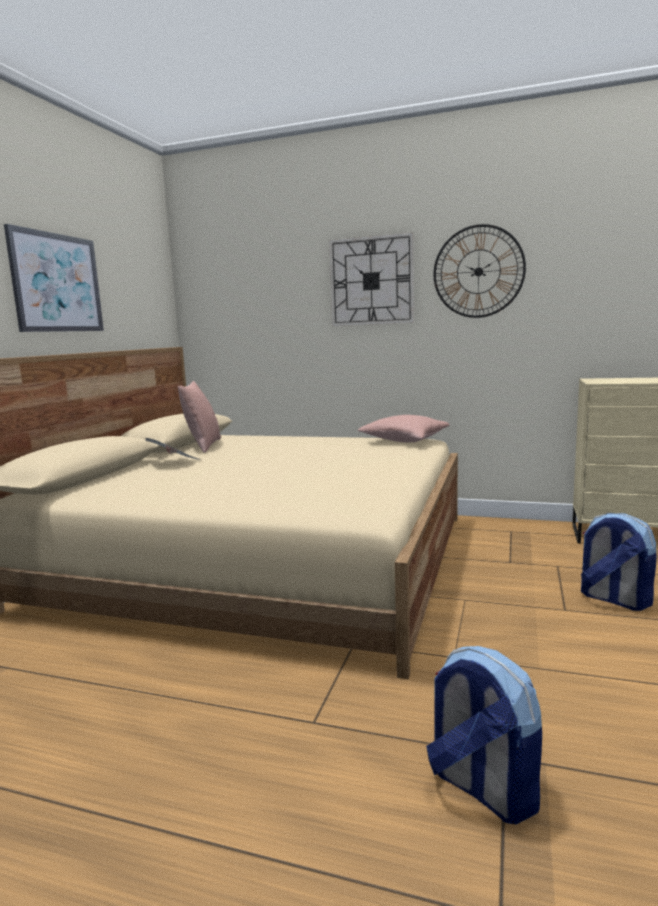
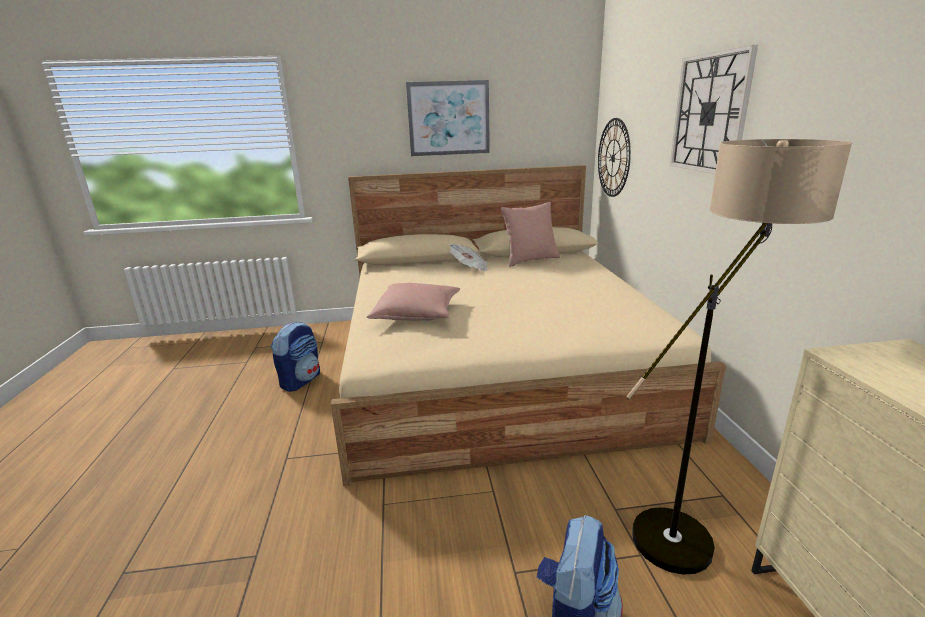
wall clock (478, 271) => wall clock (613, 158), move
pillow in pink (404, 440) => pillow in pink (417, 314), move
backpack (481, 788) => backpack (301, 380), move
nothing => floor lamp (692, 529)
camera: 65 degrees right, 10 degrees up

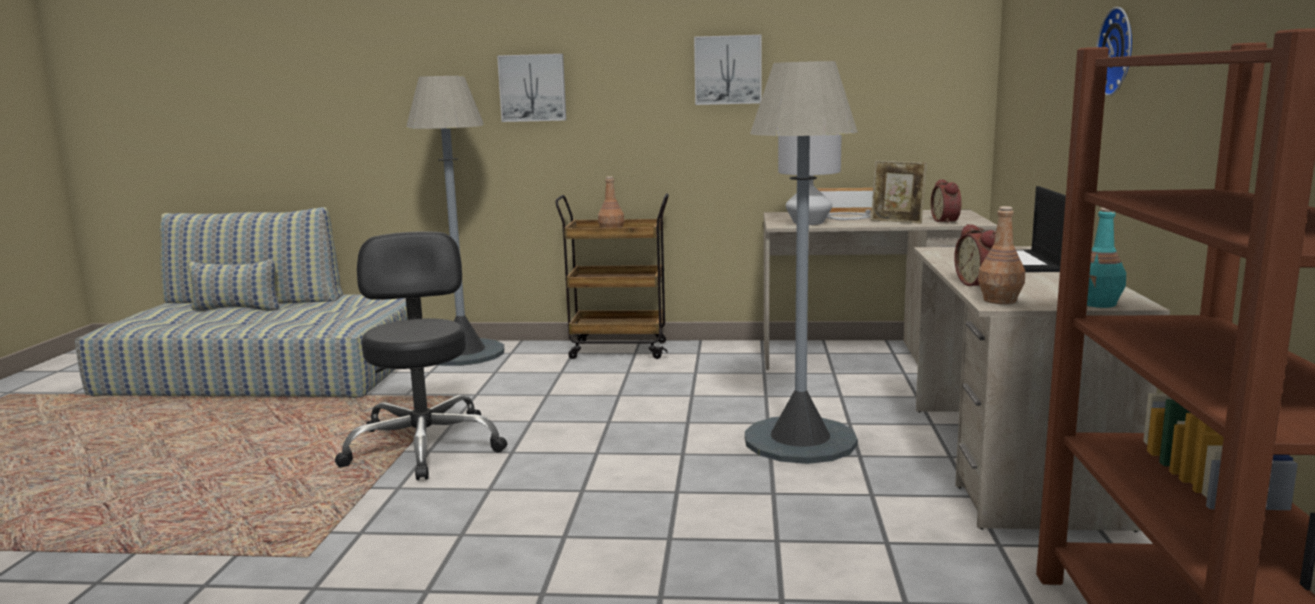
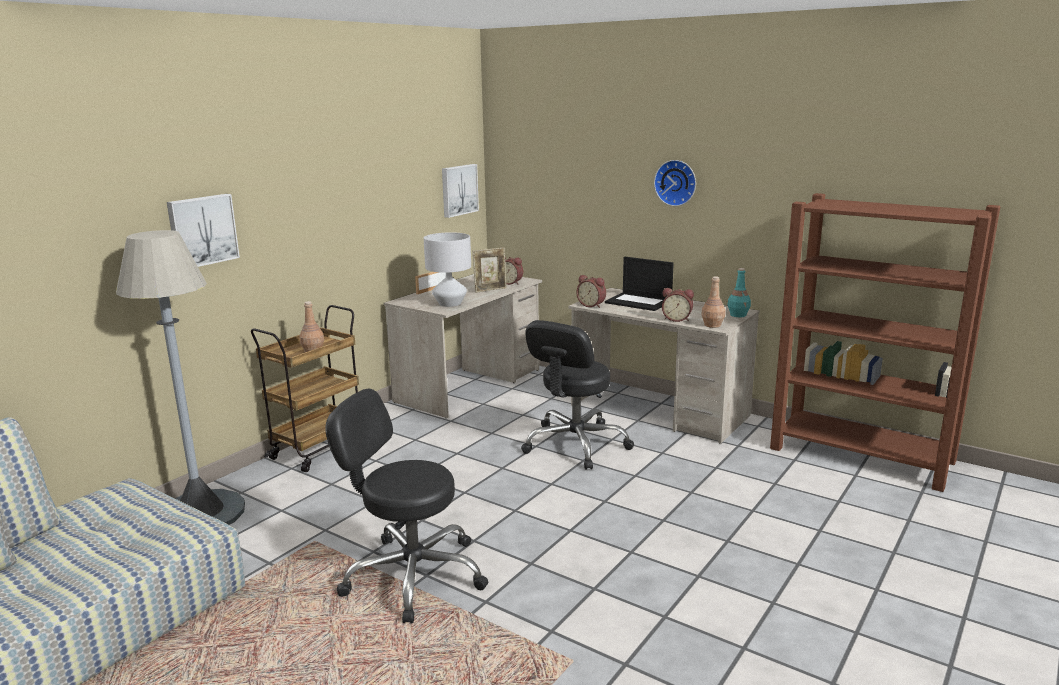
picture (728, 70) => picture (458, 190), move
floor lamp in grey (799, 441) => office chair in black (573, 446)
nothing => alarm clock (592, 305)
camera: 60 degrees left, 5 degrees up

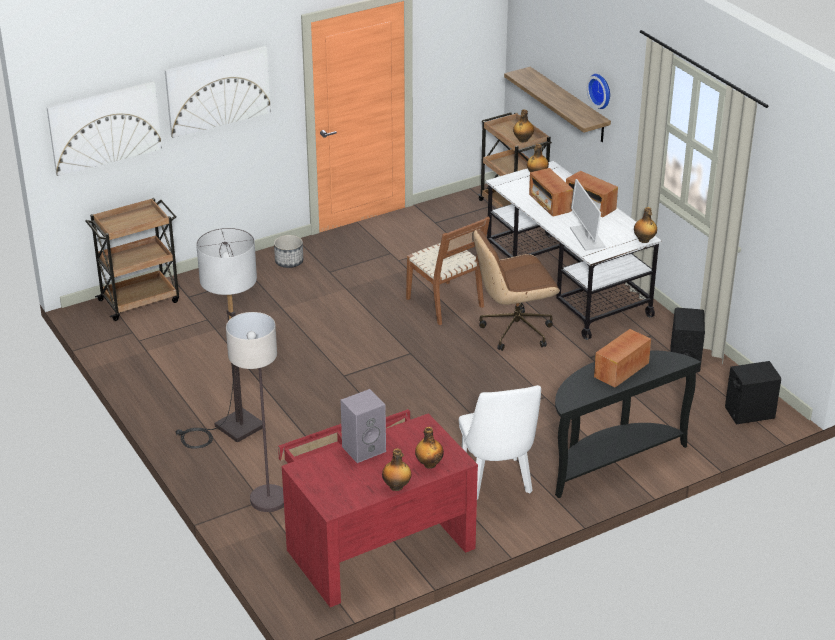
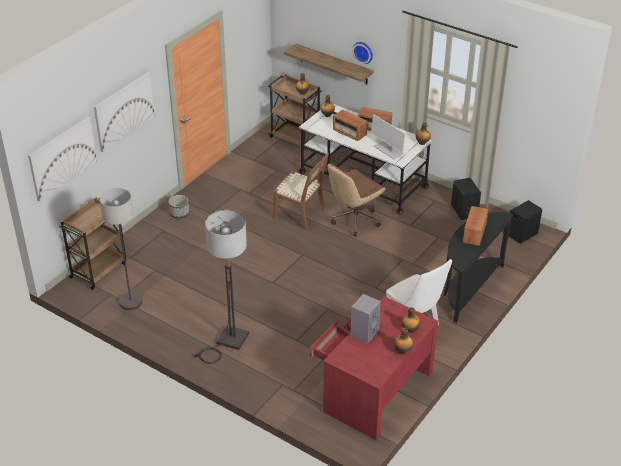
floor lamp in grey (265, 507) => floor lamp in grey (131, 307), move
camera: 25 degrees left, 5 degrees up

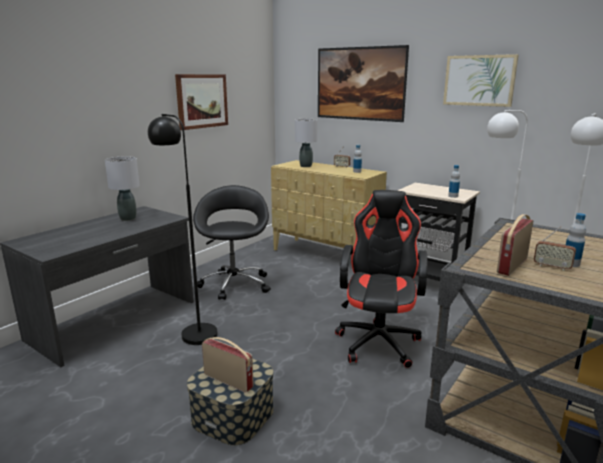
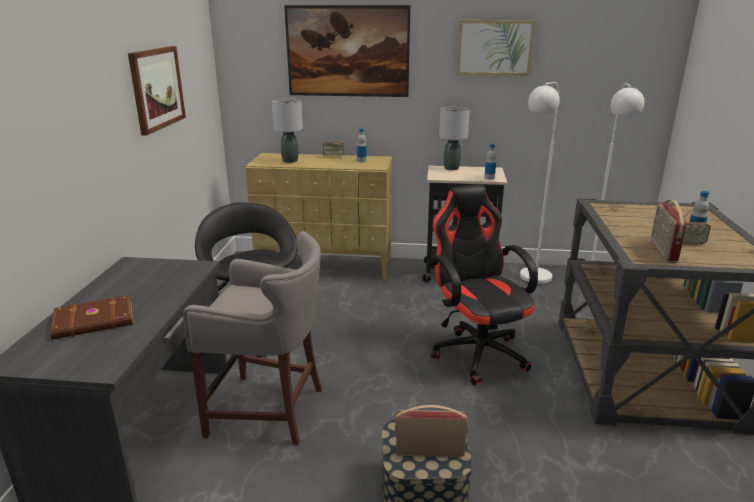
floor lamp in black (192, 332) => stool in grey (270, 410)
table lamp in grey (128, 218) => table lamp in grey (451, 168), move
nothing => book in brown (94, 321)
camera: 30 degrees left, 5 degrees up

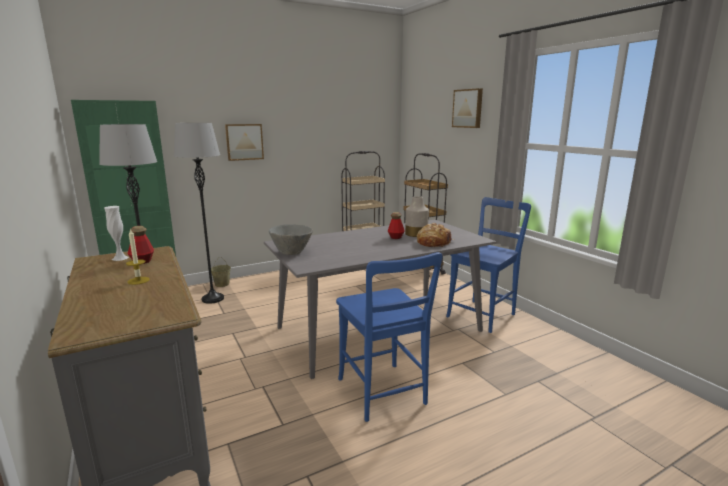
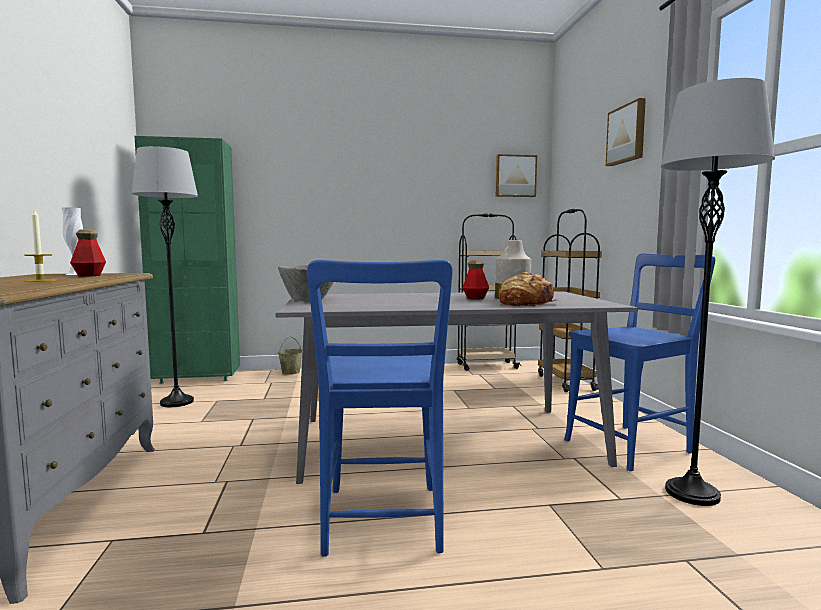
floor lamp in grey (213, 299) => floor lamp in grey (692, 493), move
picture (244, 142) => picture (515, 176), move
camera: 20 degrees right, 10 degrees down

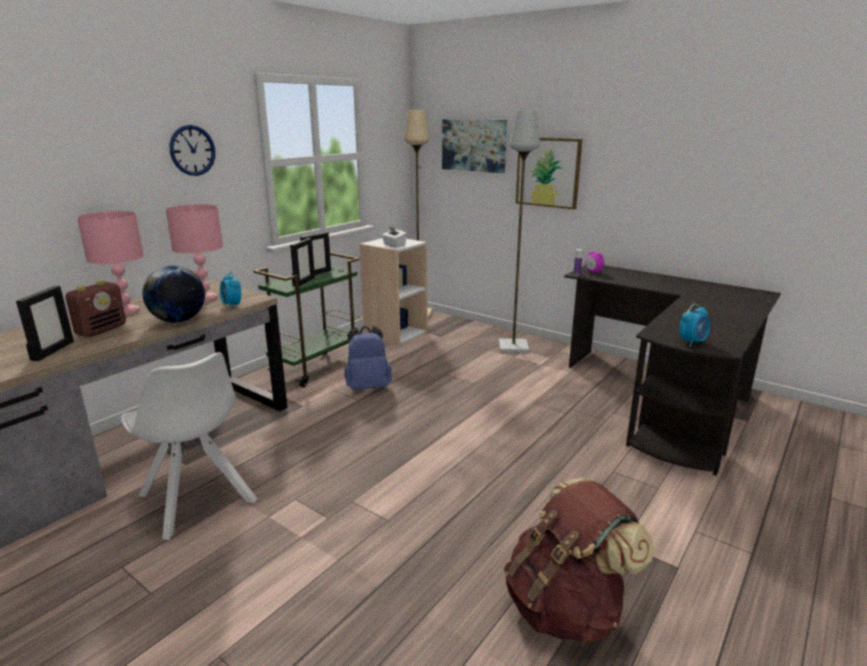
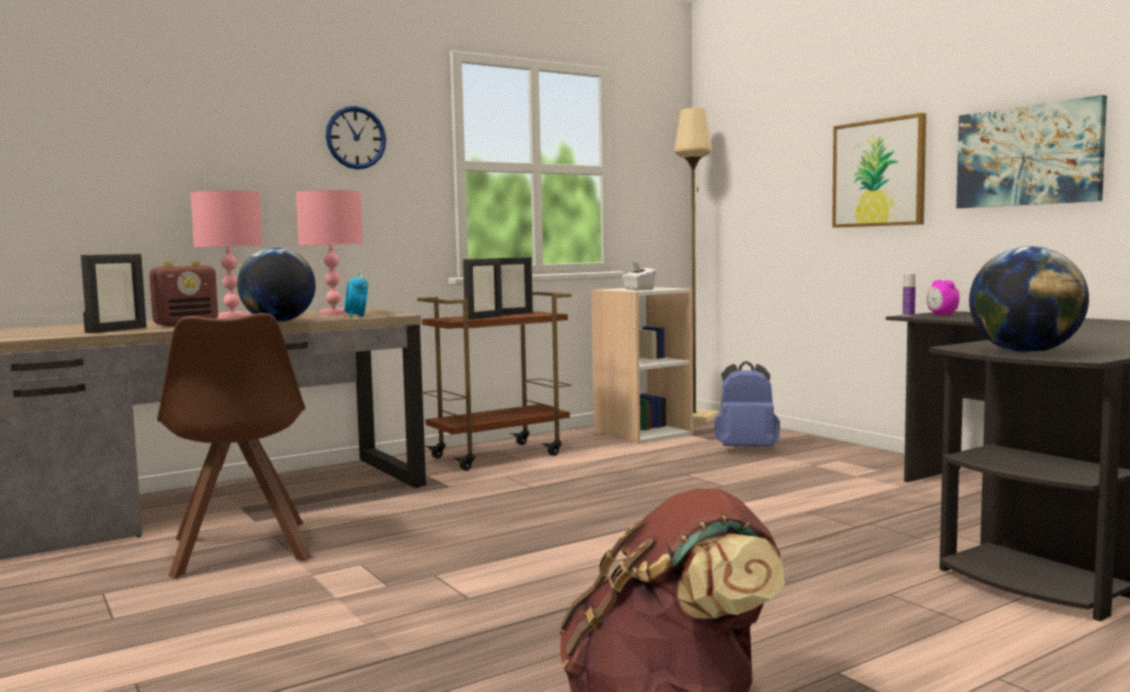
floor lamp in grey (512, 347) => nothing
picture (474, 145) => picture (1028, 156), move
cart in green (317, 368) => cart in brown (500, 456)
alarm clock (692, 342) => globe (1025, 352)
backpack in blue (368, 387) => backpack in blue (746, 449), move
chair in white (197, 499) => chair in brown (240, 550)
camera: 20 degrees right, 15 degrees down

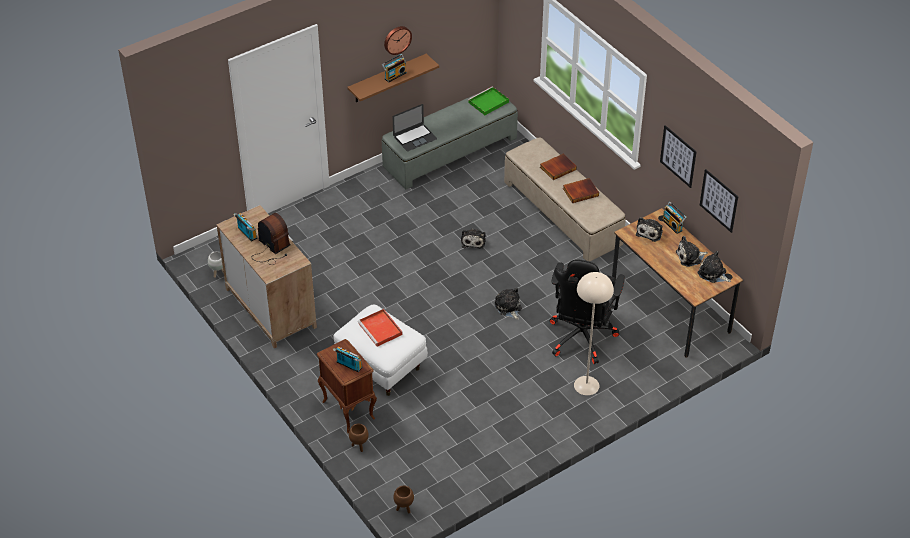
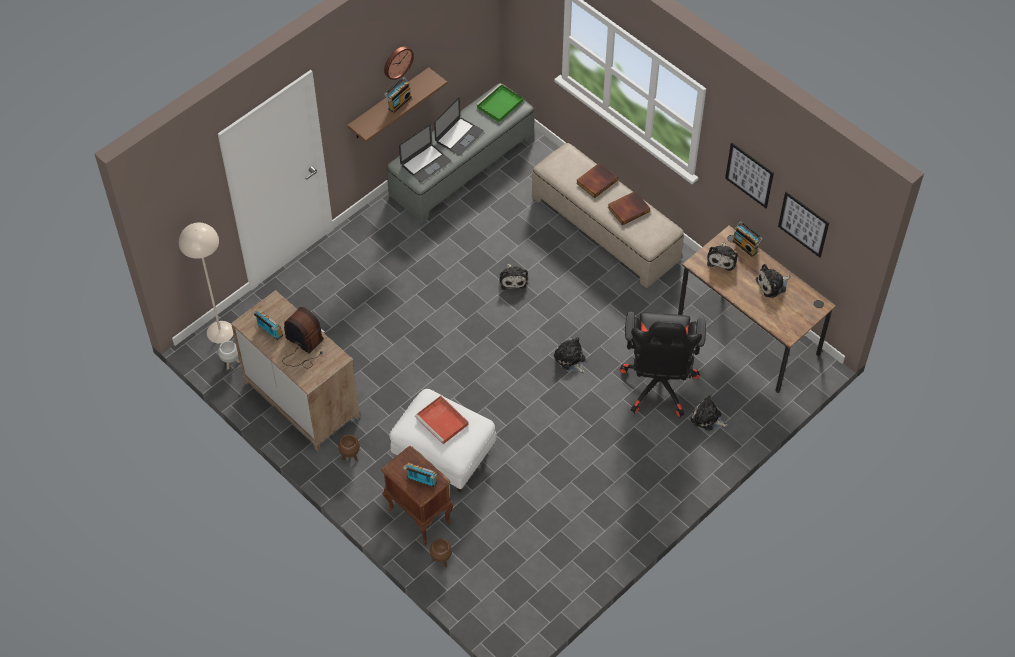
plush toy (713, 274) => plush toy (707, 418), move
floor lamp in beige (586, 385) => floor lamp in beige (220, 332), move
planter in brown (404, 508) => planter in brown (350, 456), move
nothing => laptop (459, 136)
camera: 10 degrees left, 10 degrees up

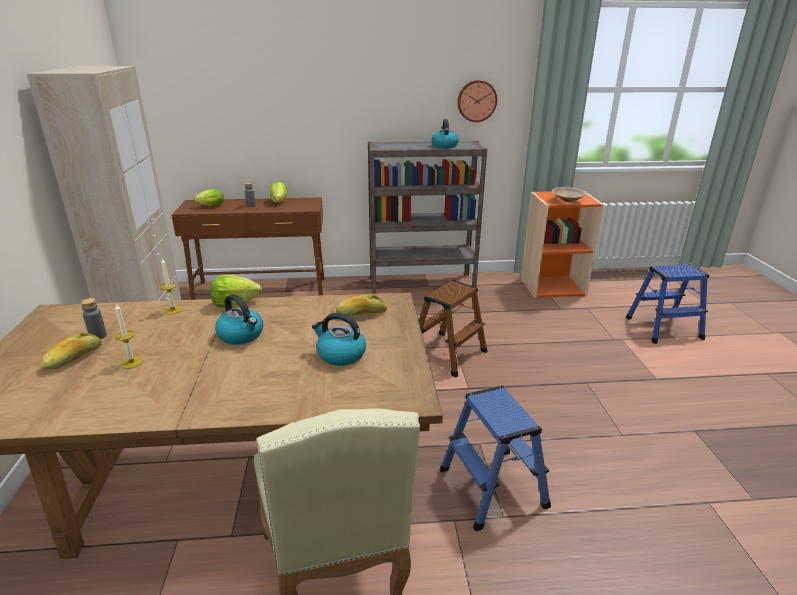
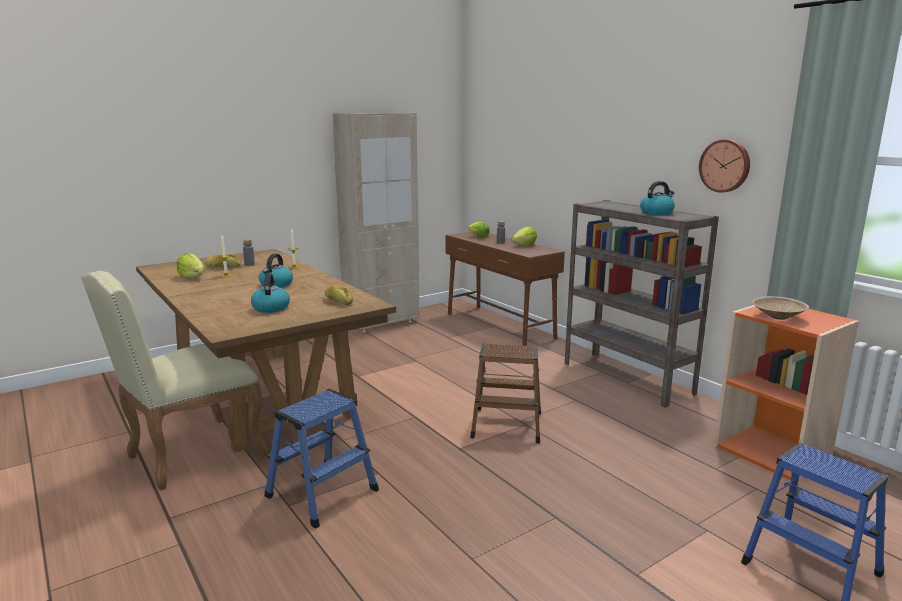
lettuce (235, 303) => lettuce (193, 277), move
camera: 60 degrees right, 10 degrees down

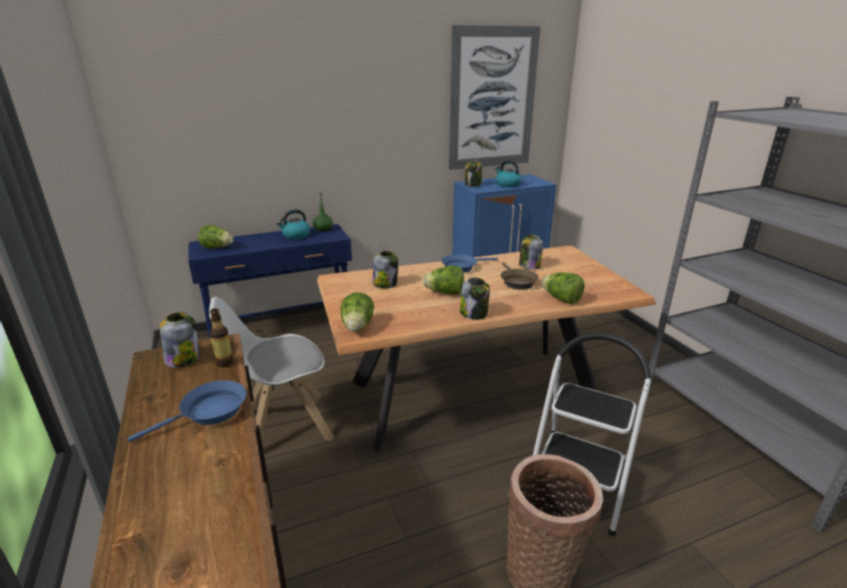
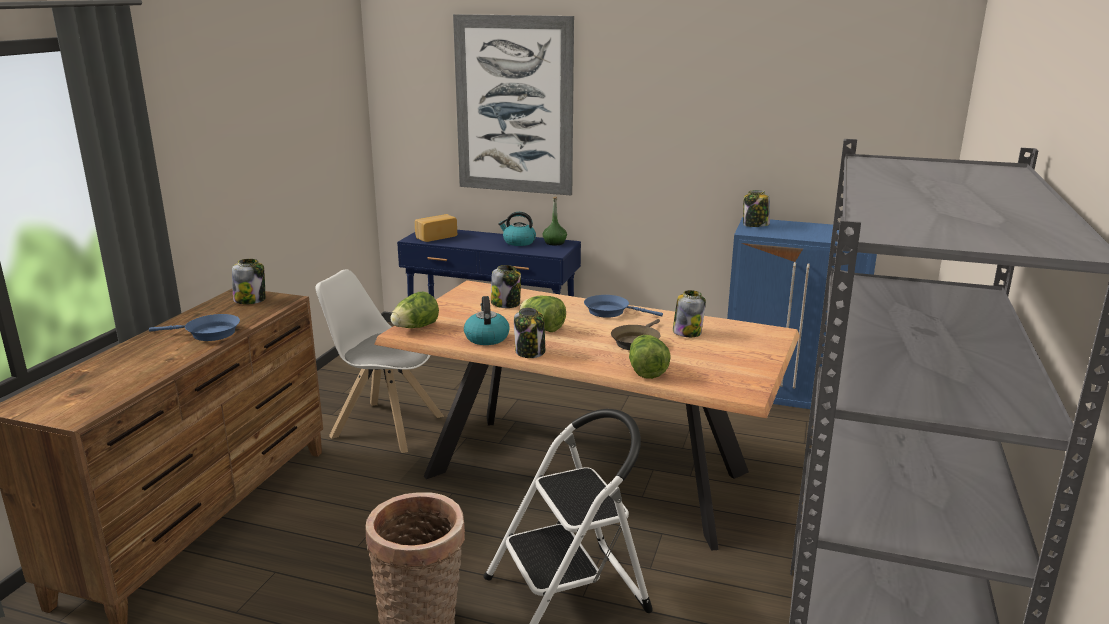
picture (492, 99) => picture (514, 105), move
kettle (507, 184) => kettle (486, 337), move
lettuce (217, 248) => bread (435, 237)
bottle (225, 363) => nothing
camera: 40 degrees right, 5 degrees down

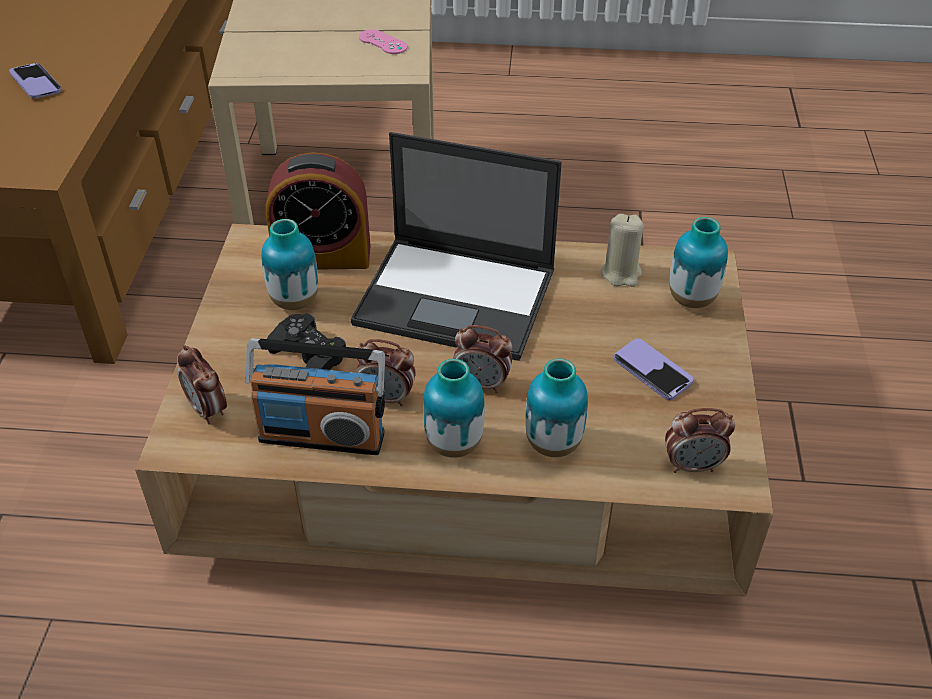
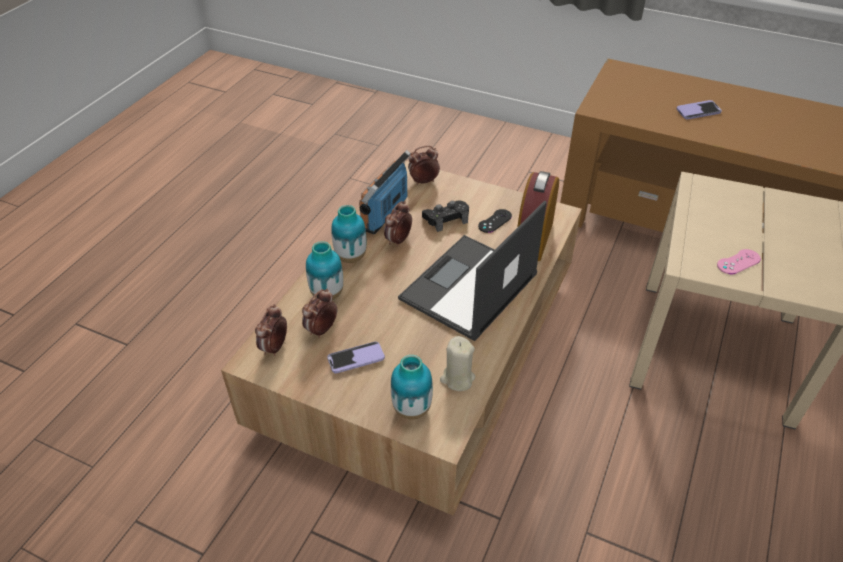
vase (295, 301) => game controller in black (495, 221)
alarm clock (482, 384) => alarm clock (321, 330), move
camera: 110 degrees right, 0 degrees up

